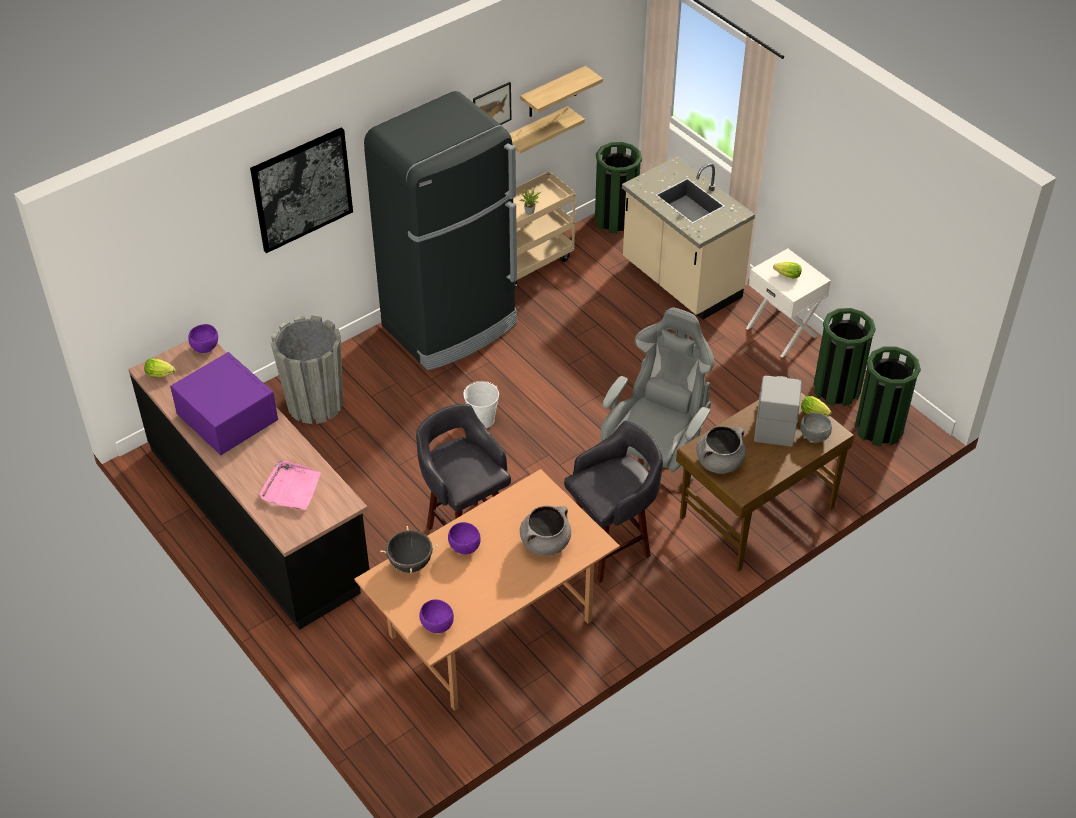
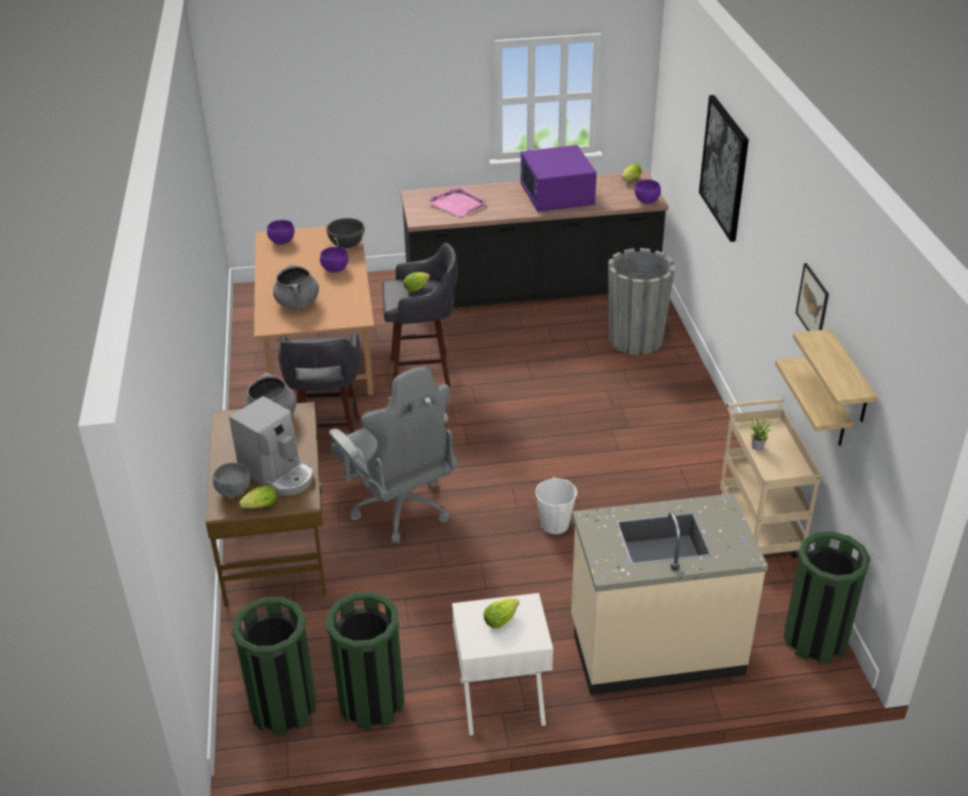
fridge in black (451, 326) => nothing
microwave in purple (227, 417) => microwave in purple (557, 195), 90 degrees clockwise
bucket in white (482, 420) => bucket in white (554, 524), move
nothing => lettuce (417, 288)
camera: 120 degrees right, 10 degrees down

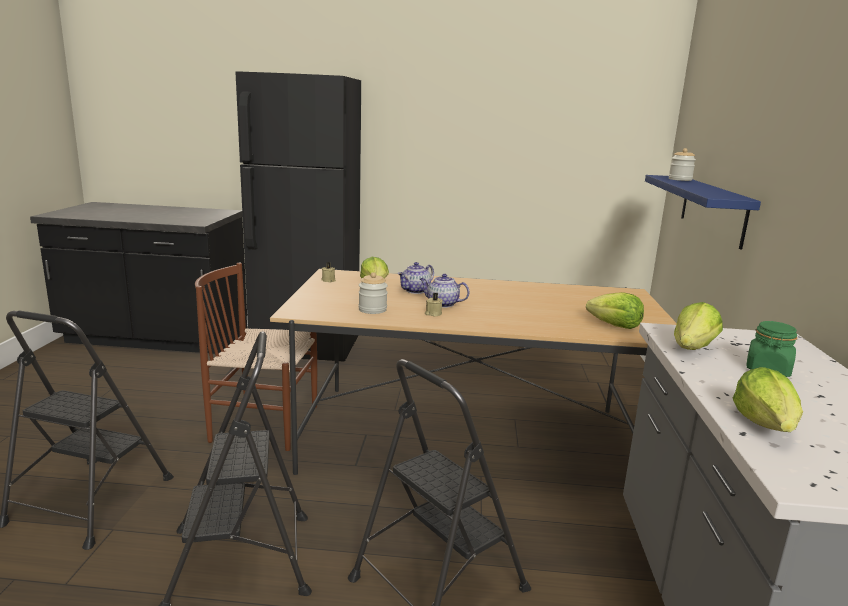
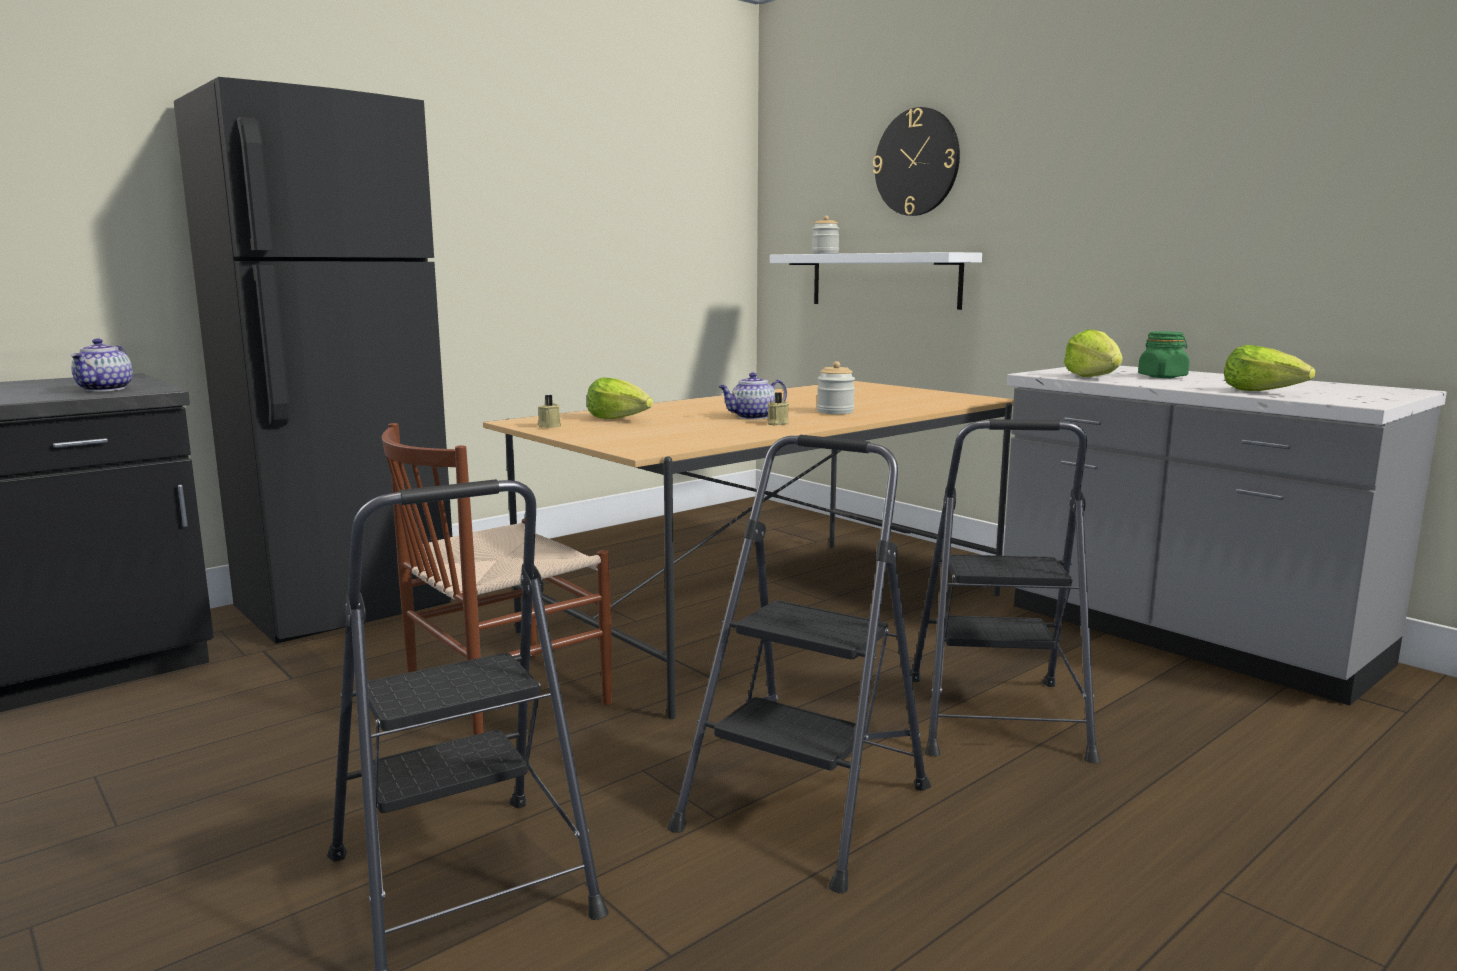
shelf in blue (712, 209) => shelf in white (884, 280)
teapot (416, 291) => teapot (106, 389), move
jar (372, 310) => jar (835, 412), move
lettuce (615, 326) => nothing
nothing => wall clock (917, 162)
camera: 45 degrees left, 5 degrees down

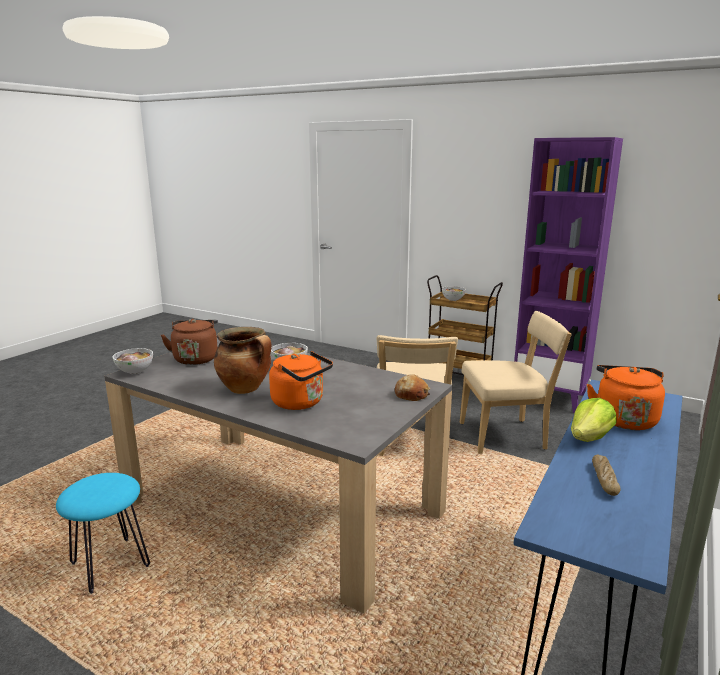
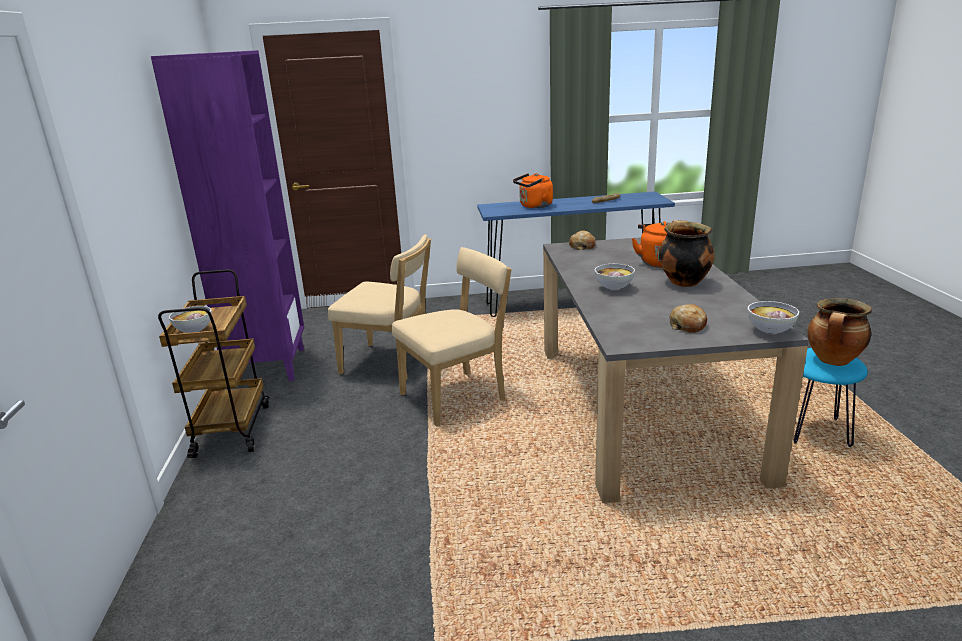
chair in beige (506, 436) => chair in beige (390, 363), 150 degrees clockwise
kettle in brown (195, 358) => bread (688, 326)
lettuce (590, 438) => nothing
nothing => cooking pot (834, 361)
camera: 125 degrees left, 5 degrees up

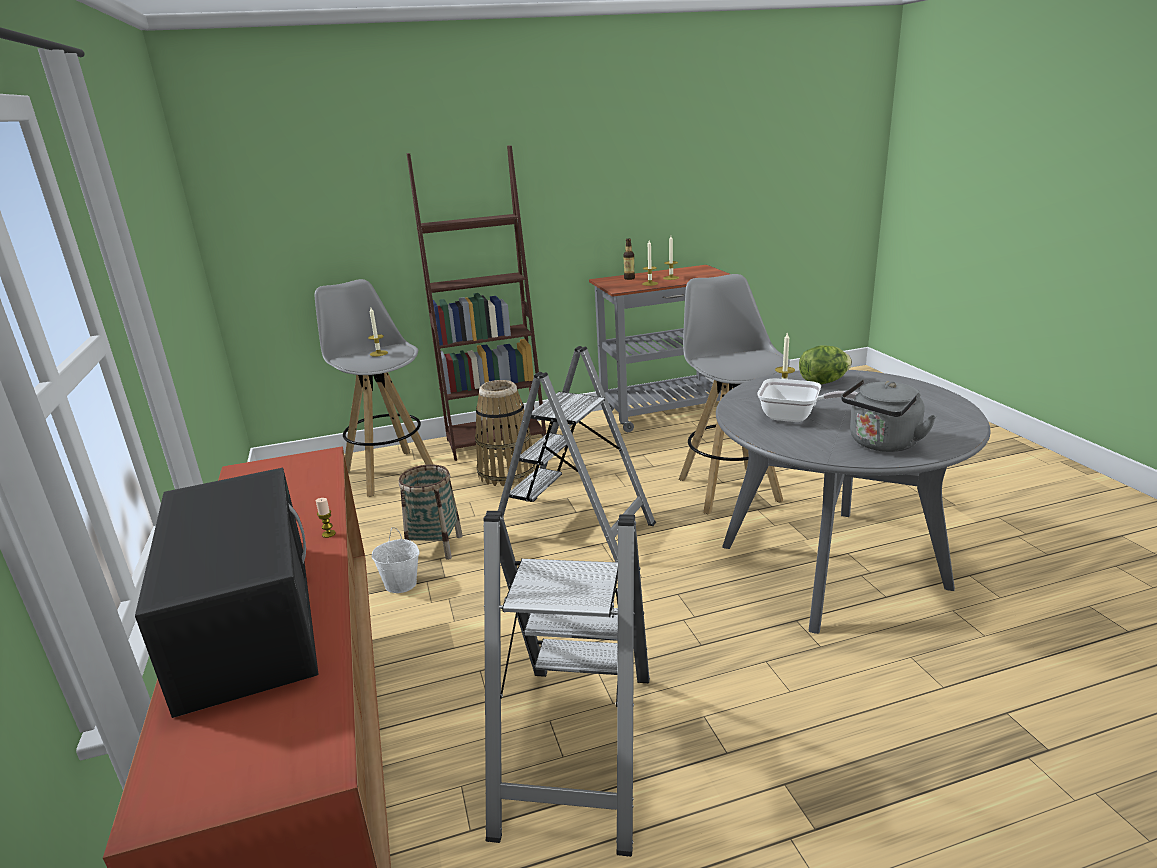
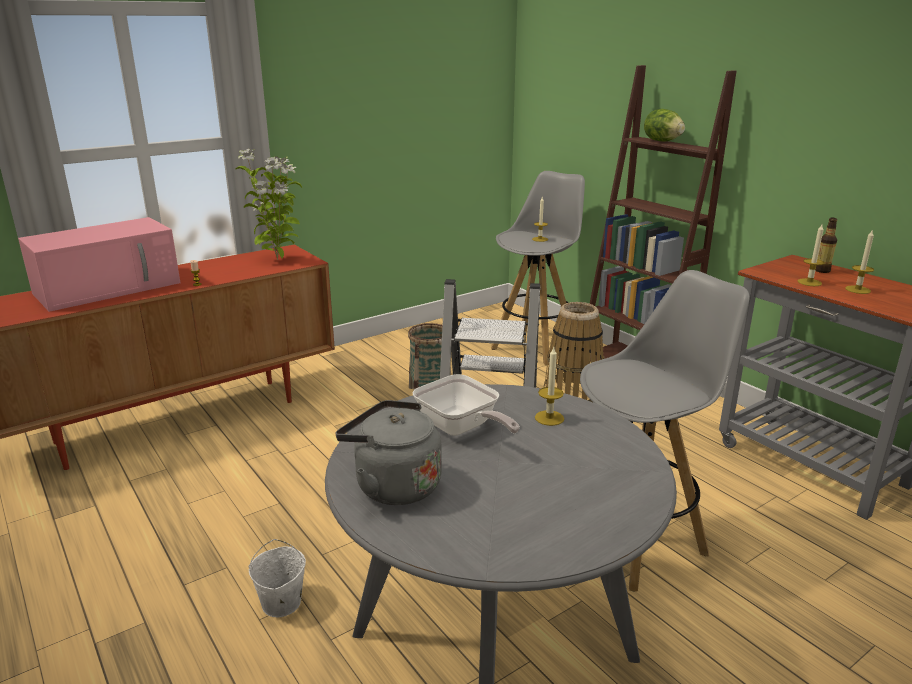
lettuce (823, 382) => lettuce (662, 141), move
frying pan (795, 417) => frying pan (461, 428), 45 degrees counterclockwise
microwave in black (246, 618) => microwave in pink (109, 287)
step ladder in grey (576, 752) => nothing
bucket in white (401, 584) => bucket in white (281, 603), move
nothing => potted plant (278, 260)
camera: 70 degrees right, 0 degrees up

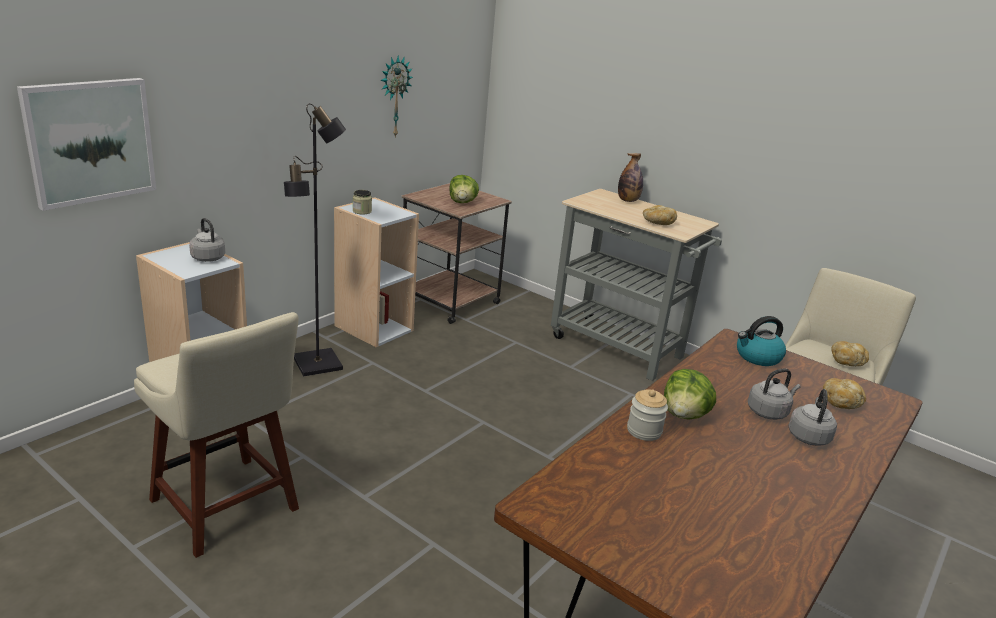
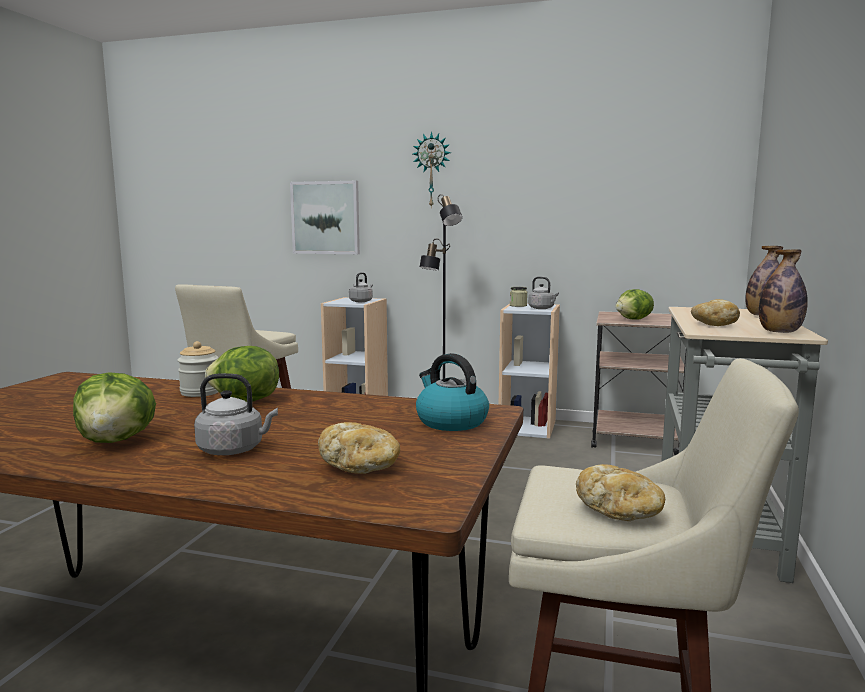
wall clock (394, 96) => wall clock (432, 170), move
kettle in grey (768, 412) => kettle in grey (542, 308), move
nothing => bottle (779, 332)
nothing => lettuce (117, 440)
camera: 70 degrees right, 15 degrees down

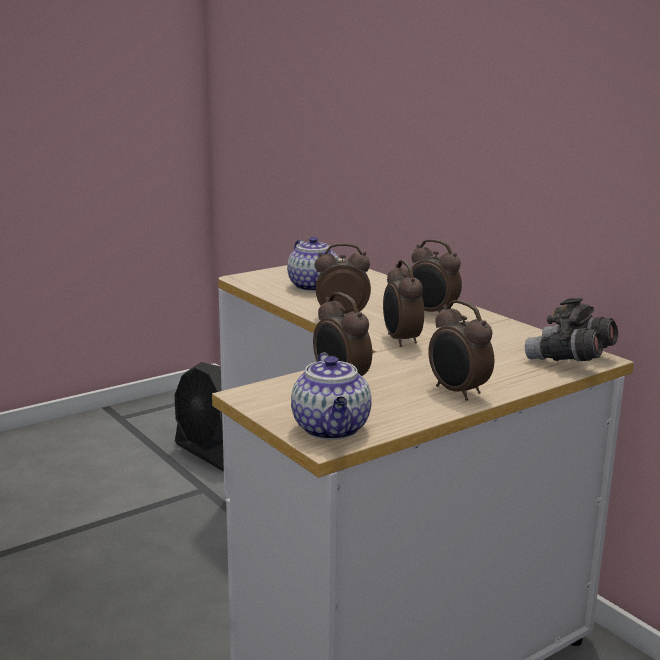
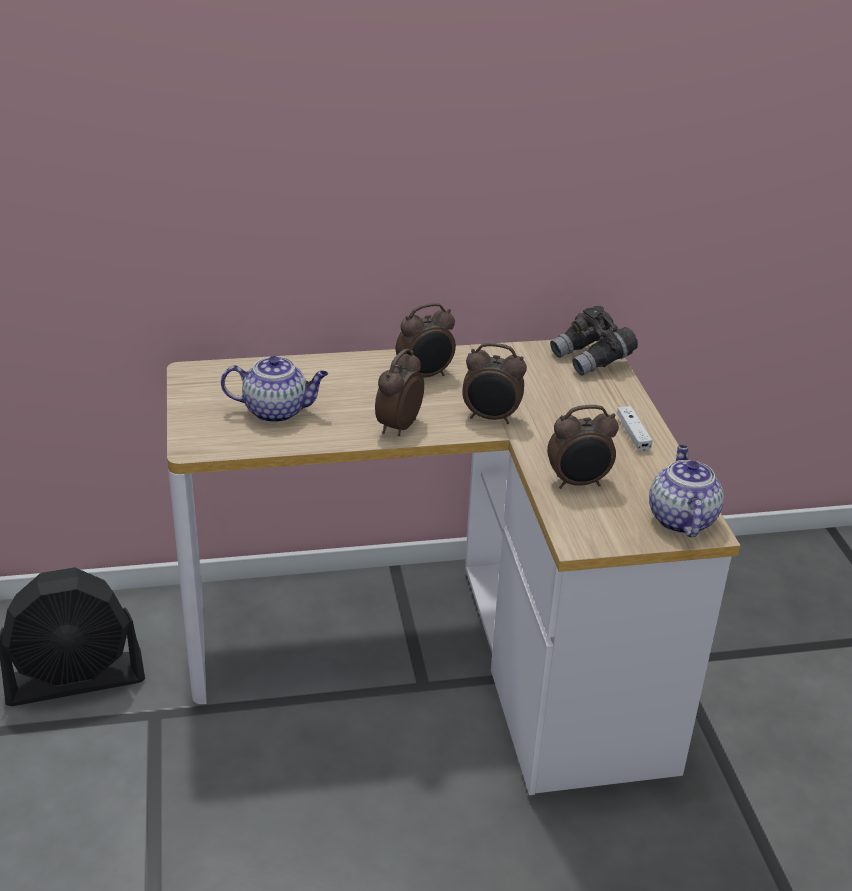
alarm clock (457, 392) => game controller in white (633, 434)
teapot (332, 430) => teapot (680, 519), 105 degrees counterclockwise
camera: 65 degrees left, 15 degrees up

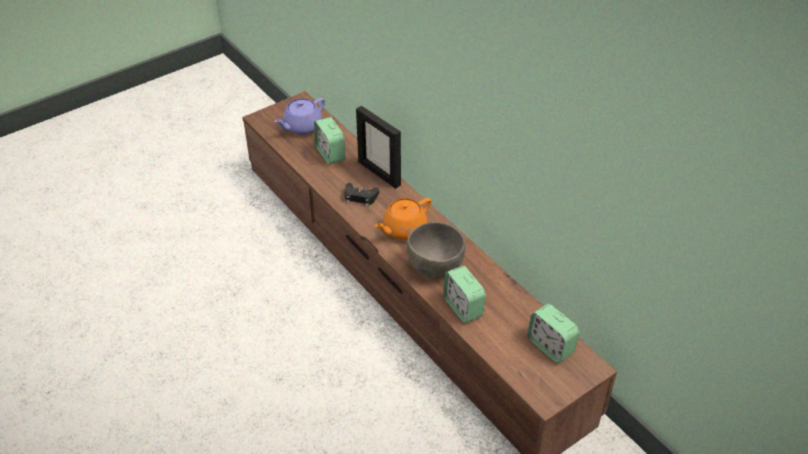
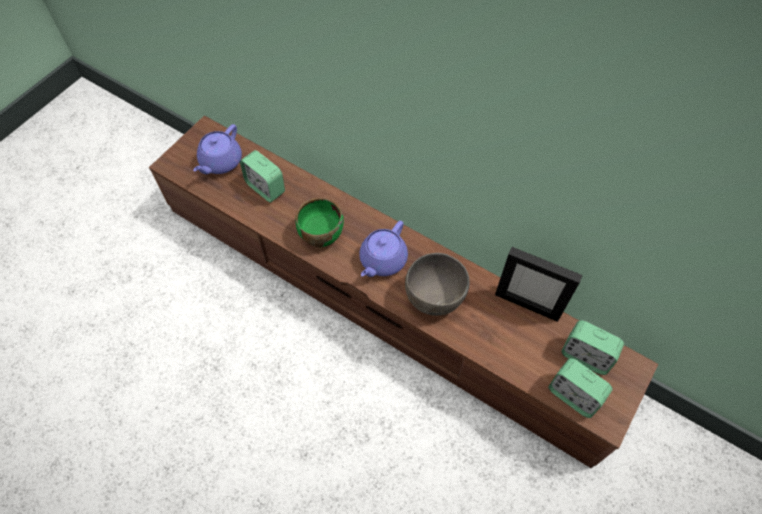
picture frame (380, 173) => picture frame (527, 303), move
game controller in black (360, 197) => bowl in green (320, 234)
teapot in orange (403, 229) => teapot in purple (382, 260)
alarm clock (463, 307) => alarm clock (573, 395), move
camera: 20 degrees left, 15 degrees up

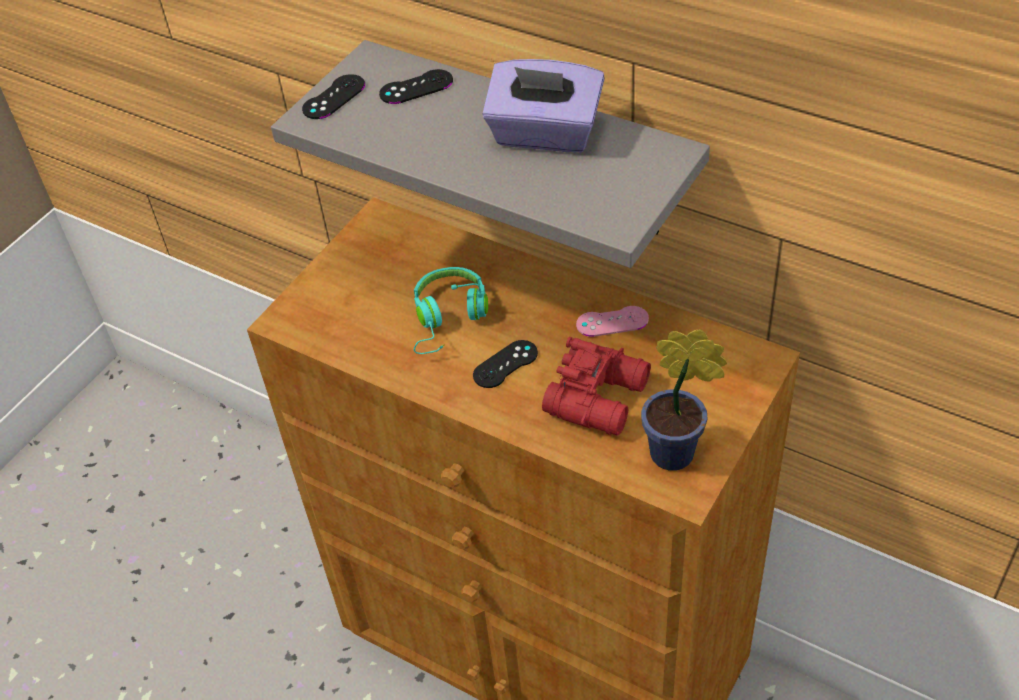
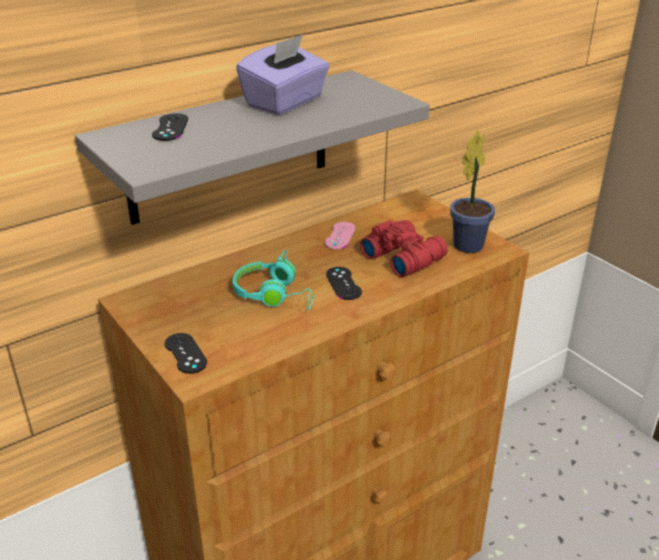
game controller in black (334, 97) => game controller in black (185, 353), move
camera: 70 degrees left, 15 degrees down

